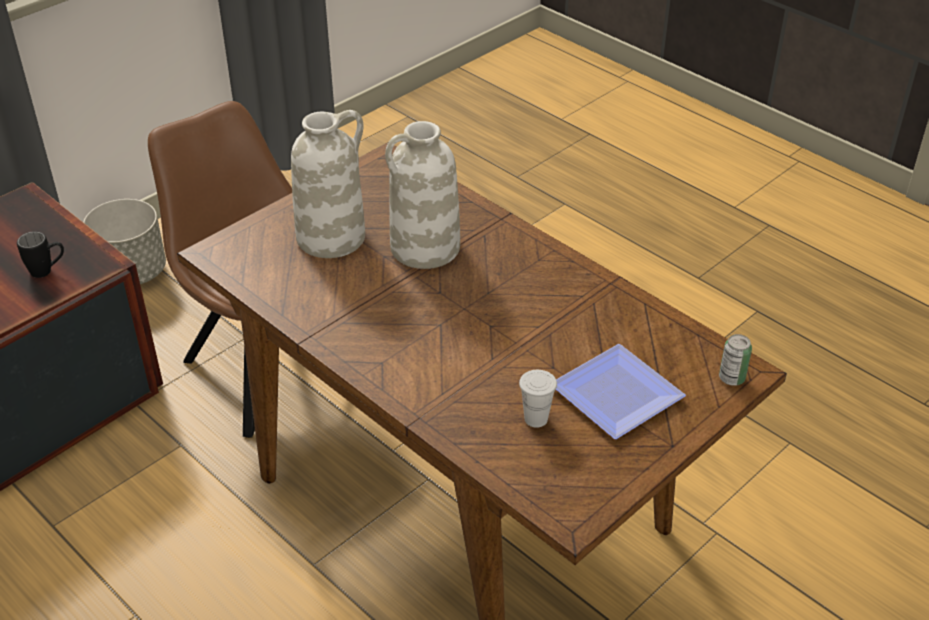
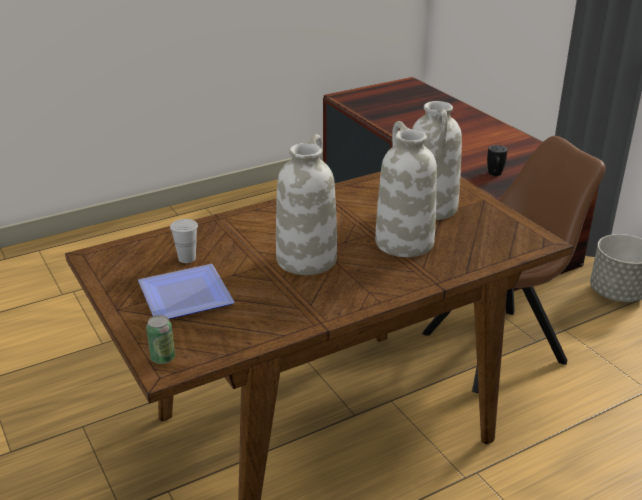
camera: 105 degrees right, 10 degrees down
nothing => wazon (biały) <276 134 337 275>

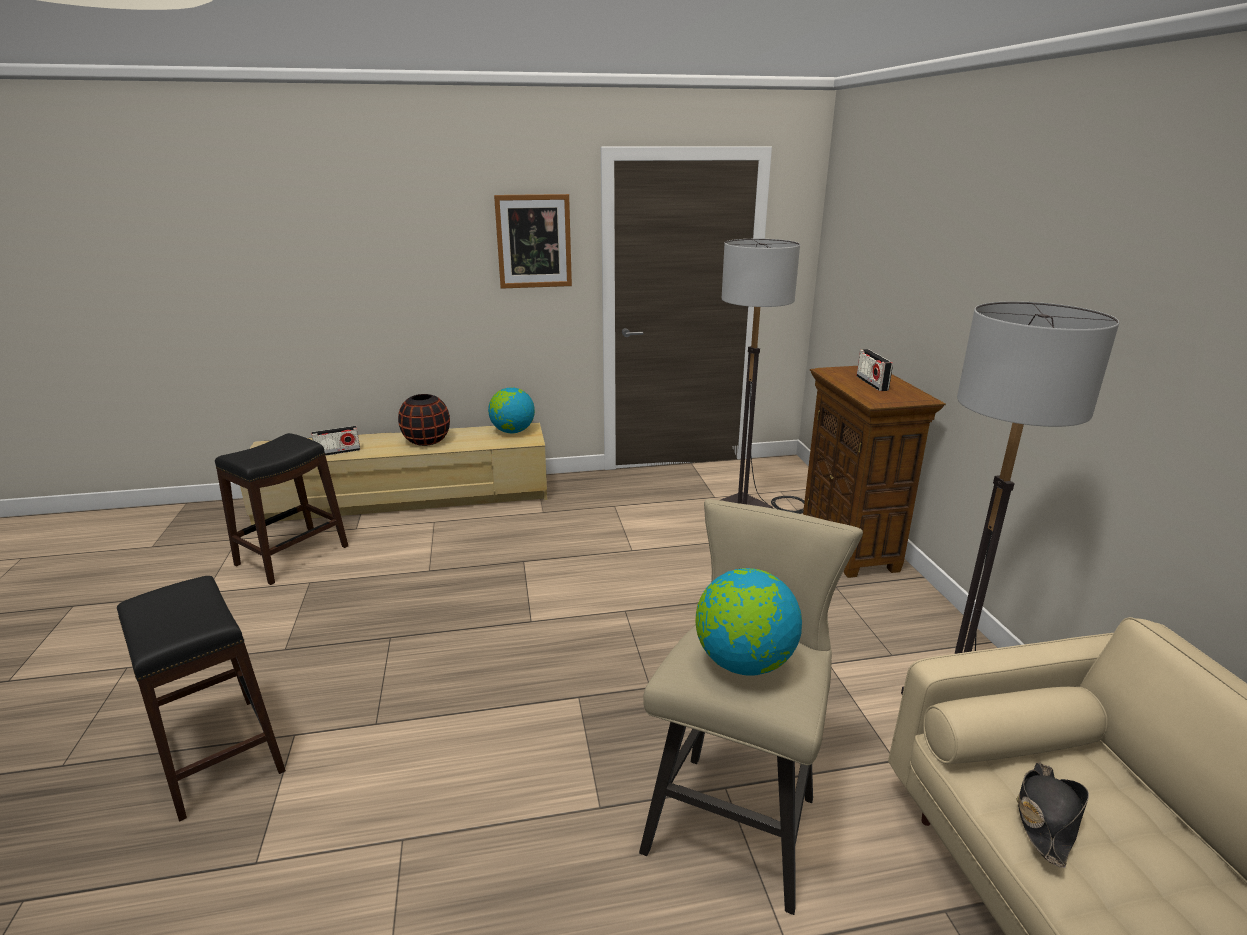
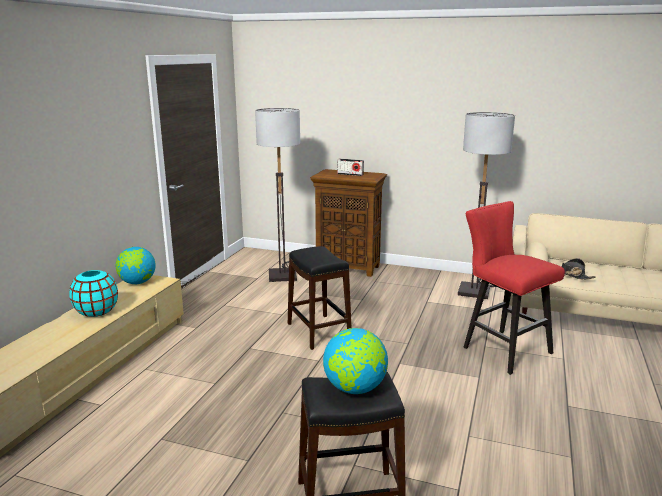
camera: 60 degrees left, 5 degrees down
radio <311 426 360 456> => nothing
obraz <494 194 572 289> => nothing
stołek (czarny) <215 433 348 585> => stołek (czarny) <288 246 352 350>, moved
globus <696 568 802 676> => globus <323 328 388 394>, moved
wazon (czarny) <398 394 450 446> => wazon (turkusowy) <69 270 118 317>
stołek (beżowy) <639 499 863 915> => stołek (czerwony) <464 201 565 375>

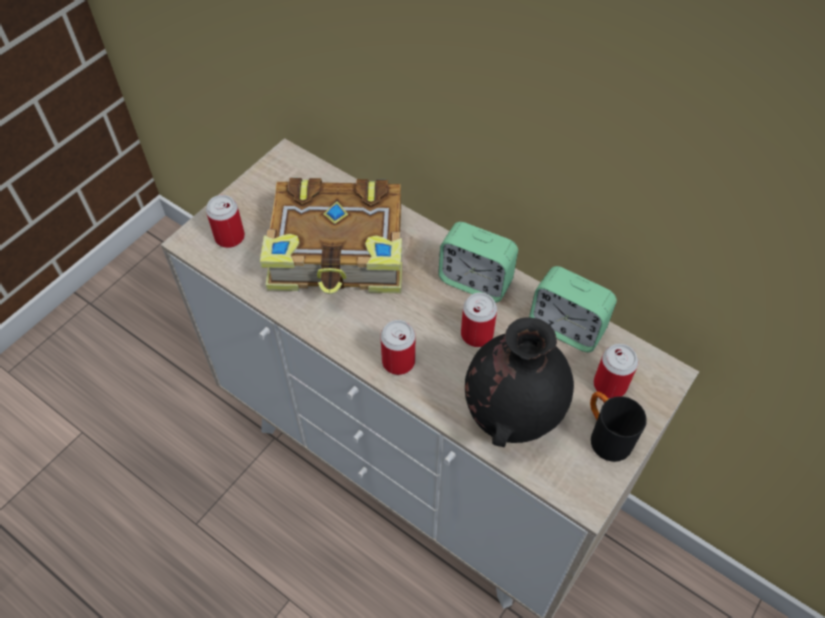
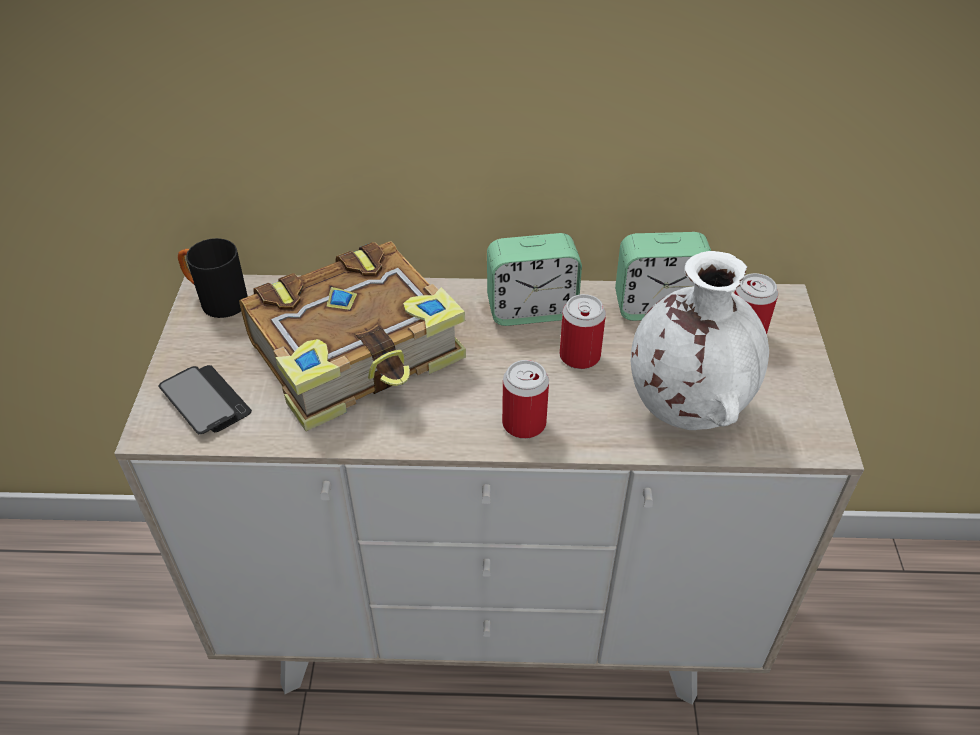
camera: 35 degrees left, 10 degrees down
kubek (czarny) <590 392 647 462> => kubek (czarny) <178 238 248 318>, moved
puszka <206 195 245 248> => telefon <158 365 252 434>
wazon (czarny) <465 317 574 447> => wazon (biały) <631 251 769 430>

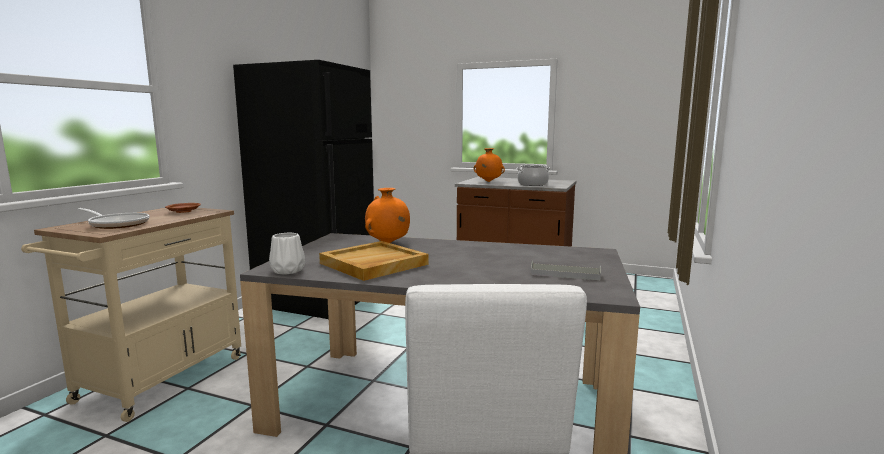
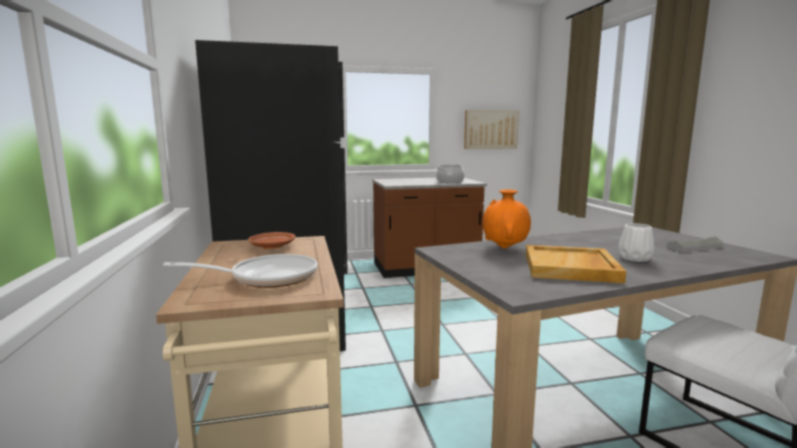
camera: 35 degrees left, 0 degrees up
wazon (pomarańczowy) <473 148 505 182> => nothing
nothing => obraz <464 110 519 149>
wazon (biały) <269 233 305 275> => wazon (biały) <619 223 654 262>, moved

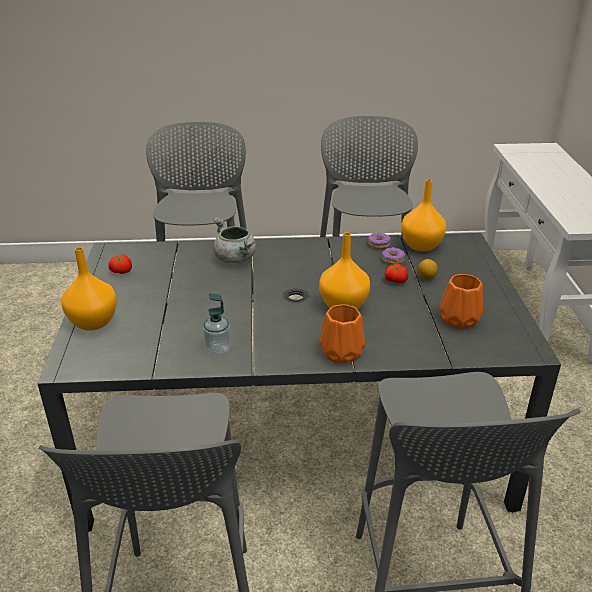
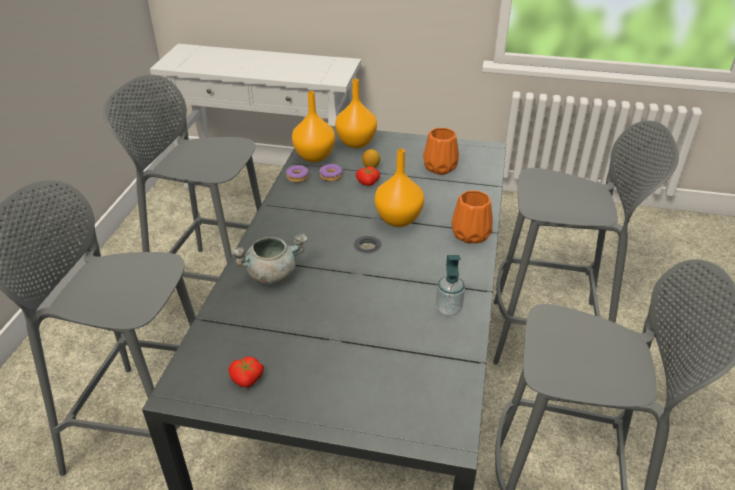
camera: 75 degrees left, 5 degrees up
wazon (pomarańczowy) <62 247 117 331> => wazon (pomarańczowy) <335 79 377 148>, moved

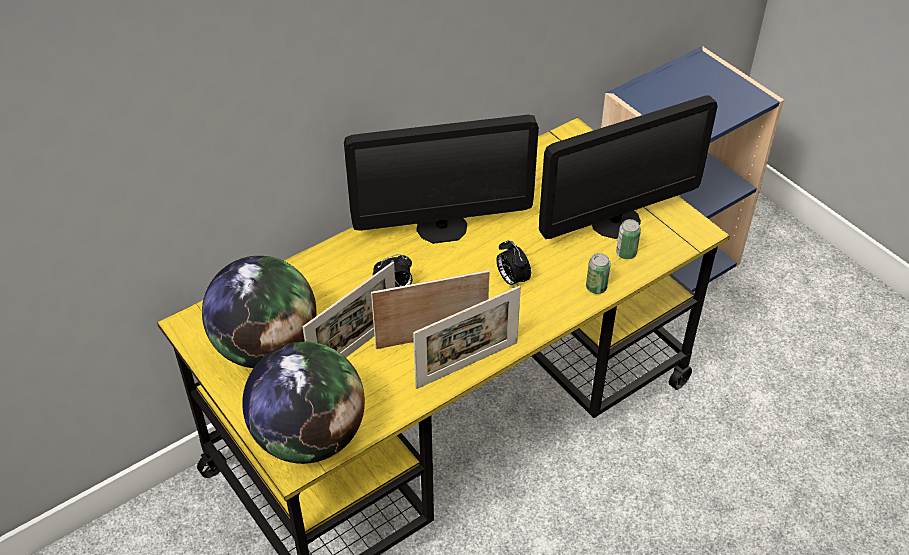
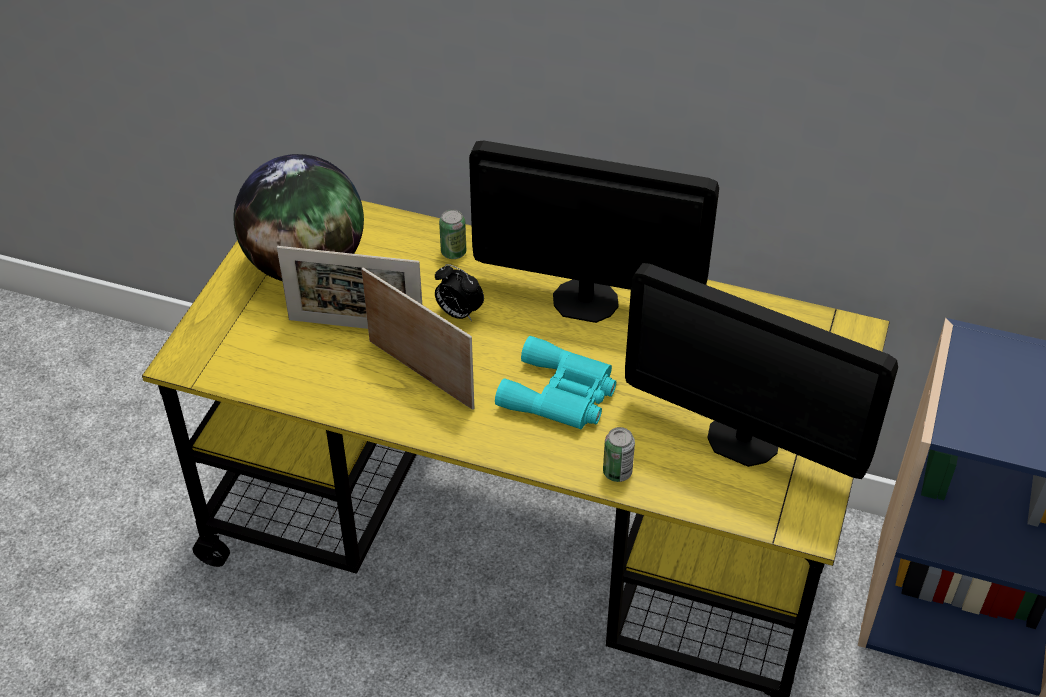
camera: 55 degrees right, 0 degrees up
globus <242 342 365 464> => nothing
ramka na zdjęcie <413 286 521 389> => nothing
puszka <616 219 641 259> => puszka <439 209 466 259>, moved
budzik <496 240 531 287> => lornetka (turkusowy) <495 336 616 429>
monitor <344 115 539 244> => monitor <469 140 719 323>, 150 degrees clockwise

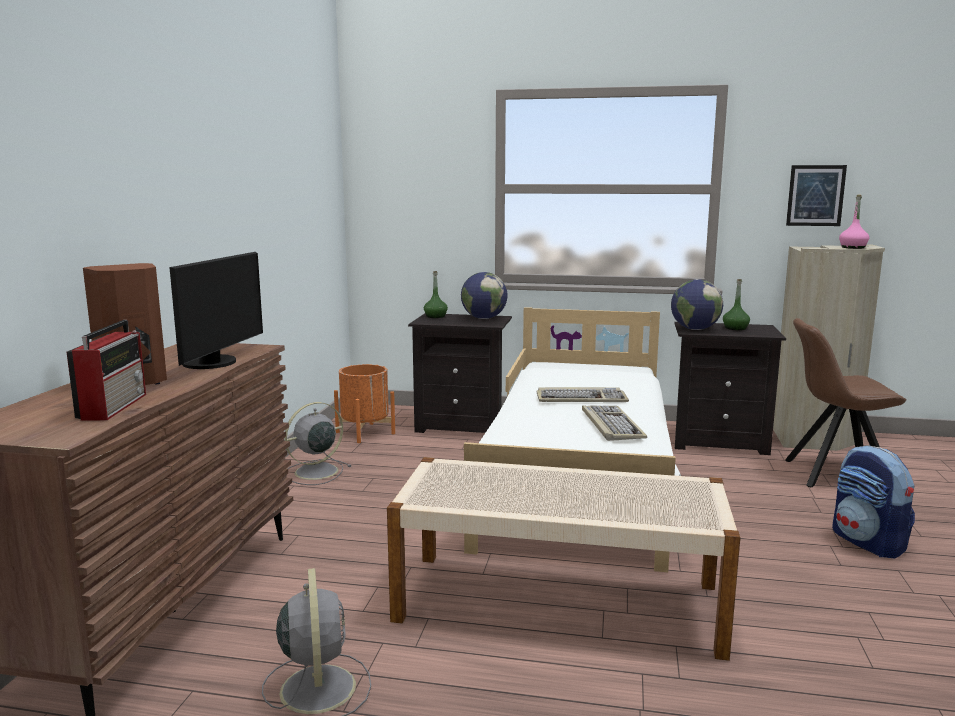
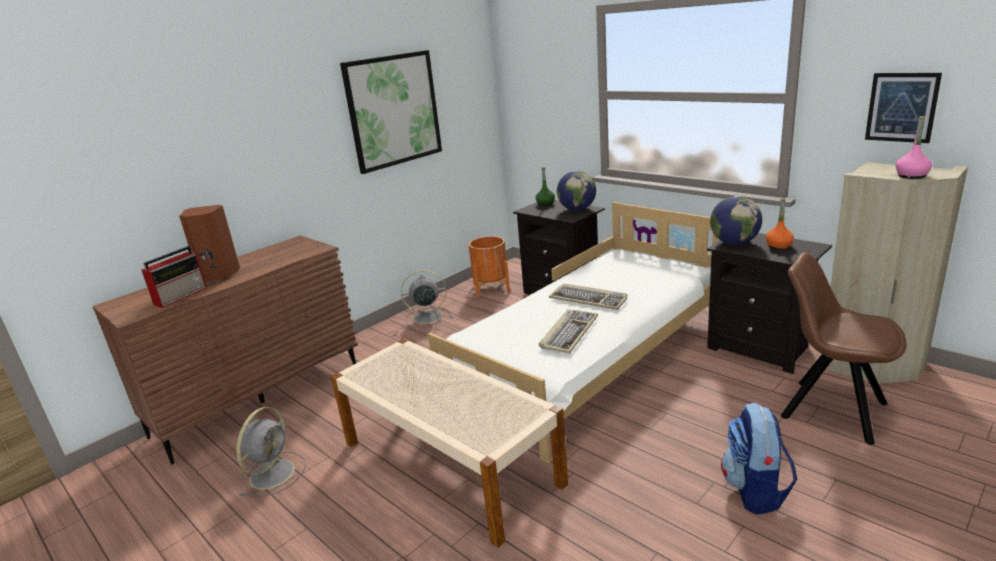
camera: 35 degrees right, 10 degrees up
monitor <169 252 263 369> => nothing
nothing => obraz <340 50 442 174>
butelka (zielony) <723 279 750 330> => butelka (pomarańczowy) <766 199 794 250>

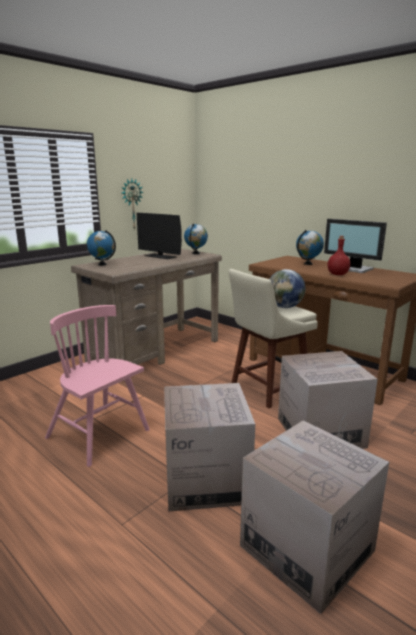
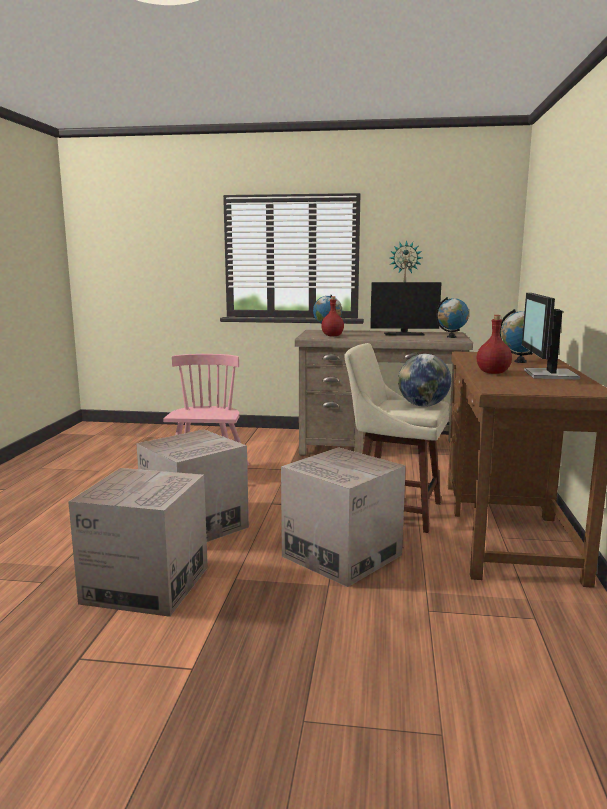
camera: 55 degrees right, 5 degrees down
nothing => butelka (czerwony) <321 296 344 336>
monitor <137 213 182 259> => monitor <371 282 442 336>, 90 degrees counterclockwise

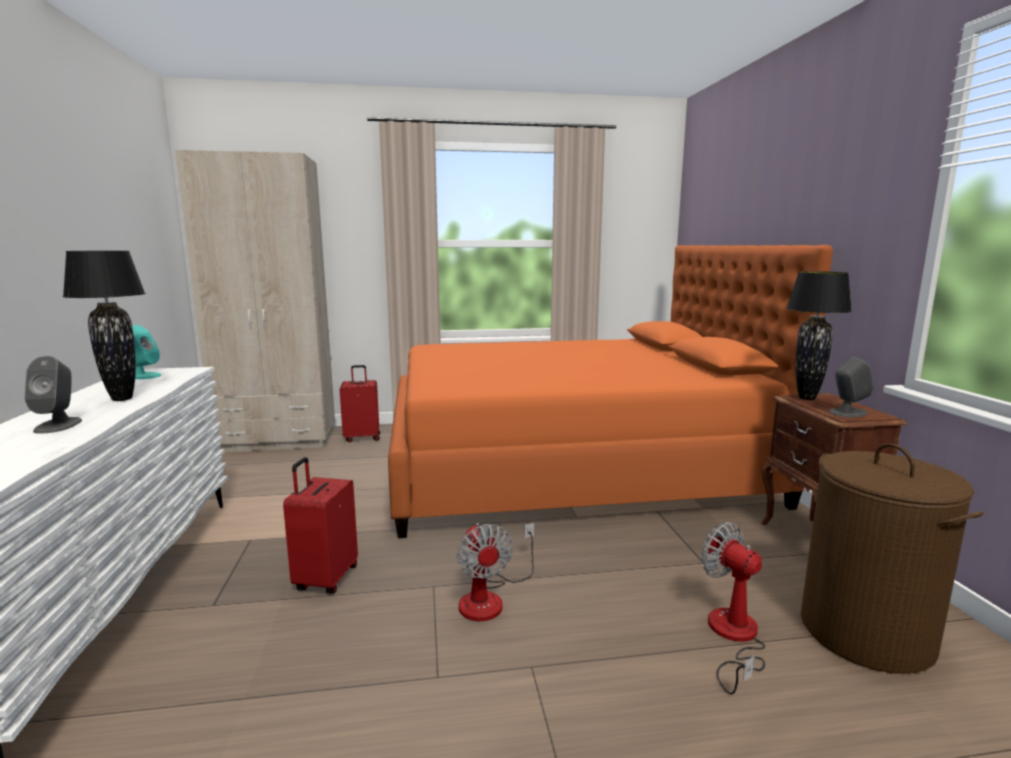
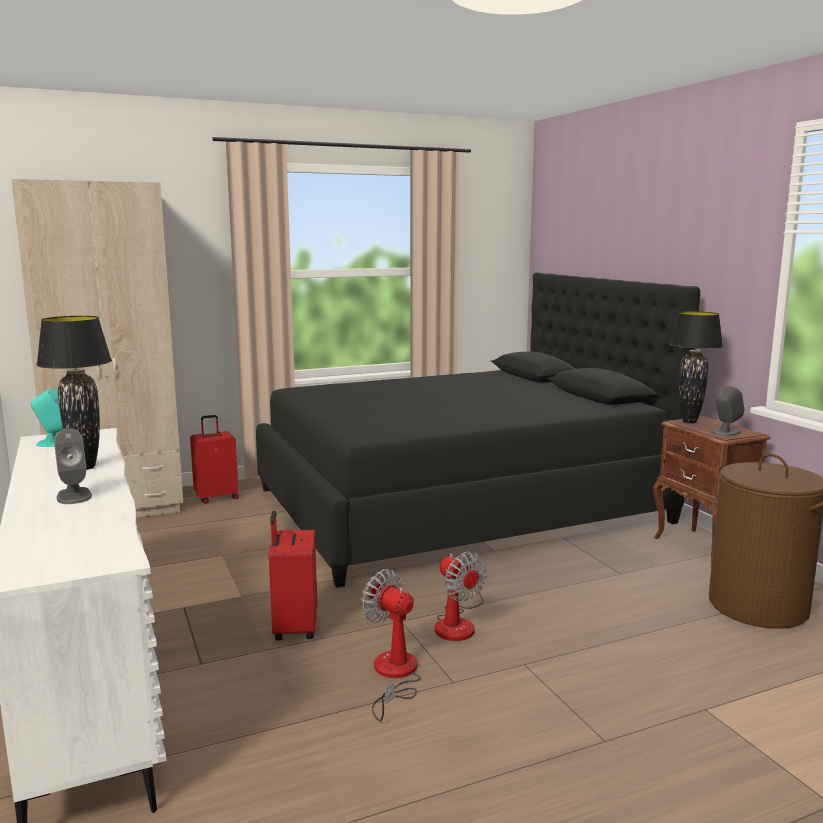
camera: 15 degrees left, 0 degrees up
wentylator <701 522 765 695> => wentylator <361 569 421 721>, moved
łóżko (pomarańczowy) <388 245 833 538> => łóżko (czarny) <256 272 700 588>

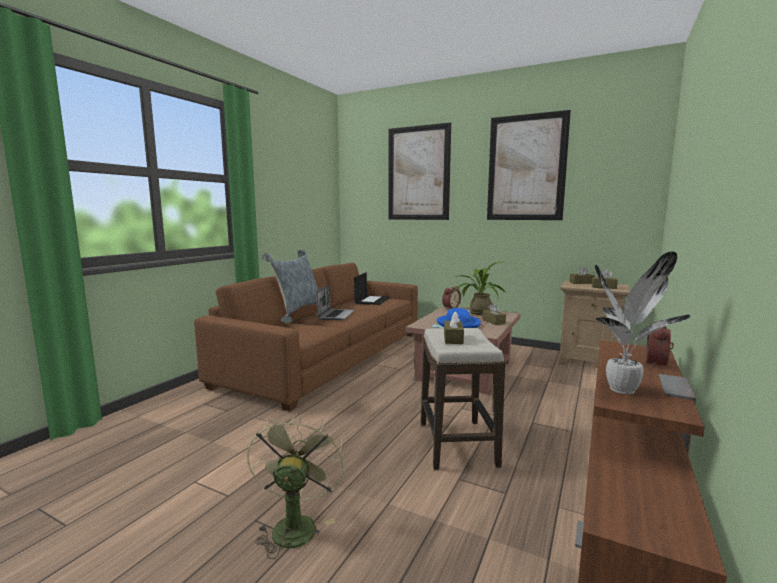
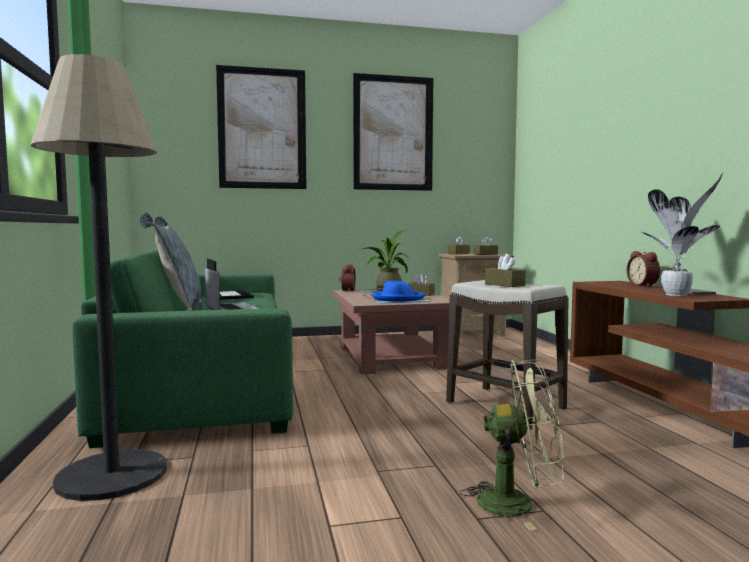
camera: 40 degrees left, 5 degrees down
nothing => lampa stojąca <30 54 167 501>
kanapa (brązowy) <194 263 418 411> => kanapa (zielony) <72 250 293 448>
wentylator (zielony) <247 412 344 559> => wentylator (zielony) <460 359 564 530>, 135 degrees clockwise

